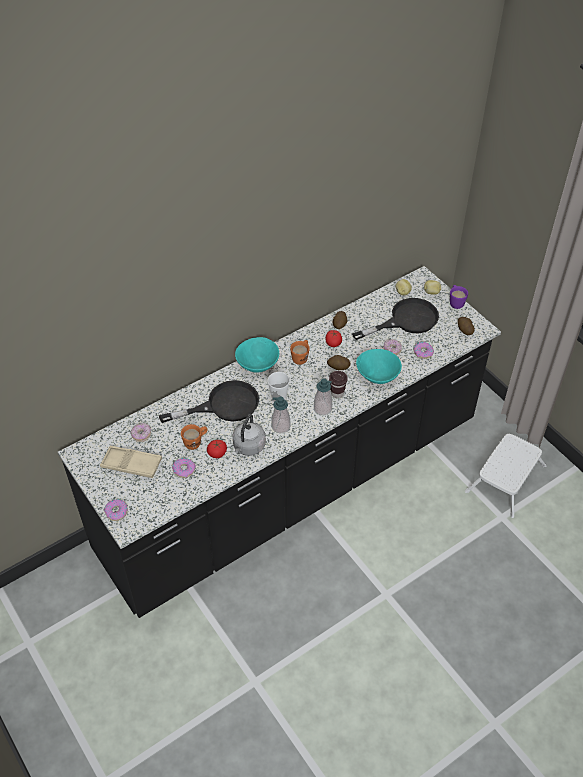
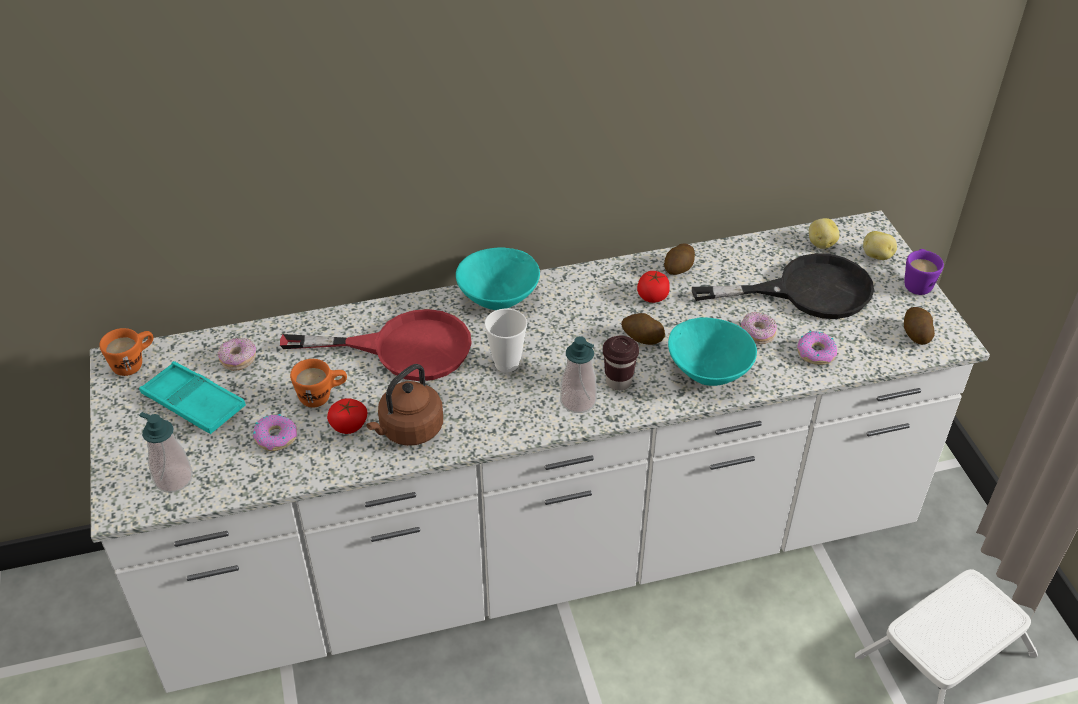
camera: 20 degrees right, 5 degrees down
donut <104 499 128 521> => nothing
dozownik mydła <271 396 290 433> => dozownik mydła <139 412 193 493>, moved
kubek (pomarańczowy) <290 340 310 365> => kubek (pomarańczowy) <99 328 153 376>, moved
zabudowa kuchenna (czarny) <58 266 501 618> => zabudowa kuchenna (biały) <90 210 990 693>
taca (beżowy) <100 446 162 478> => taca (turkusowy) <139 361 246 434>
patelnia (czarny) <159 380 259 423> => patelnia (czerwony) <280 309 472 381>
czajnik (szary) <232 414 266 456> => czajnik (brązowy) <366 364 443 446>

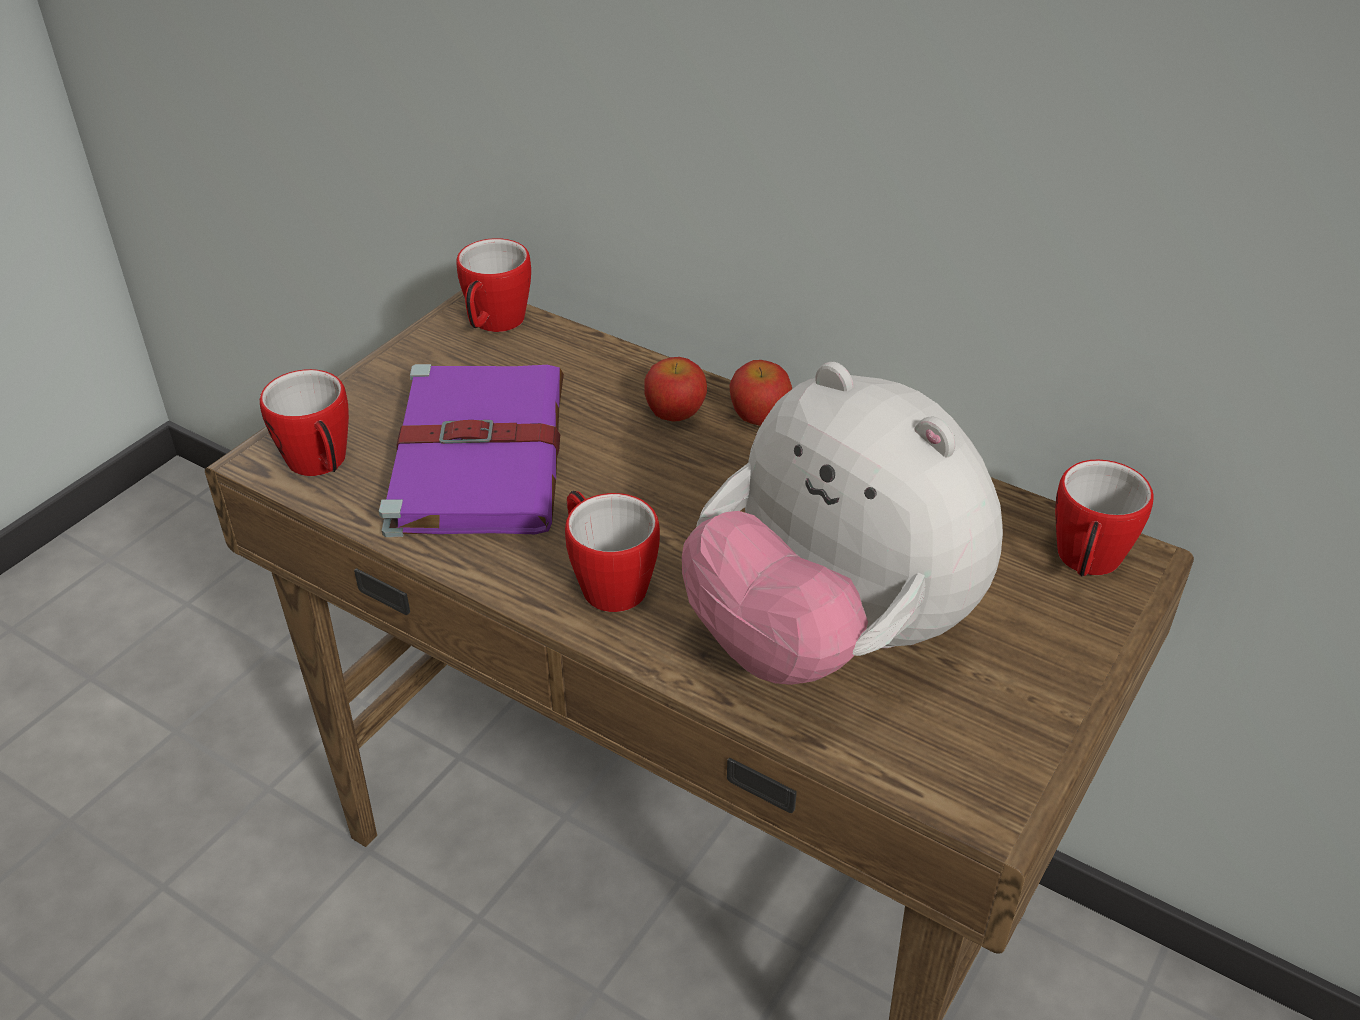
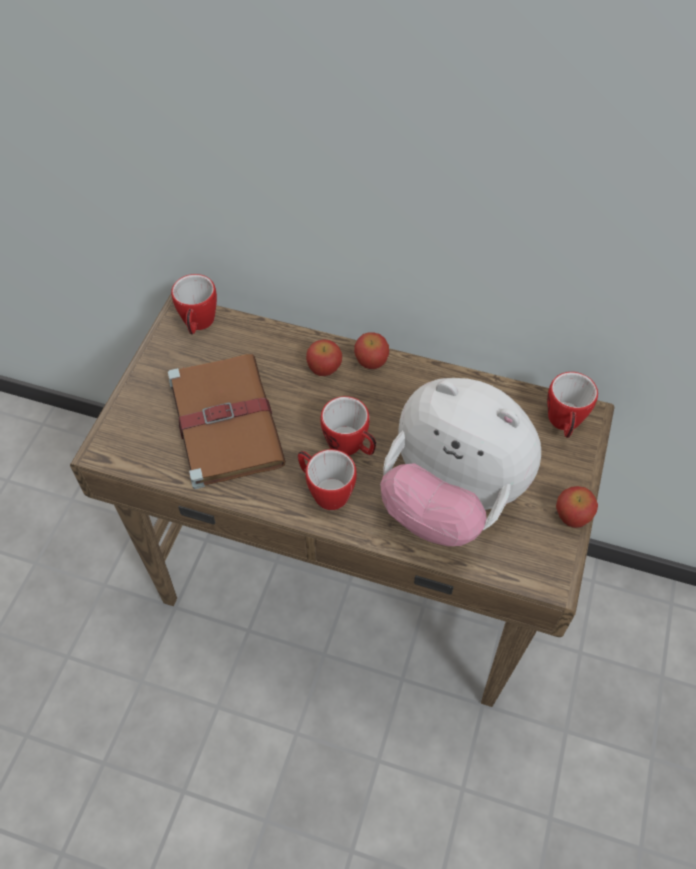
camera: 15 degrees left, 15 degrees up
nothing => jabłko <556 486 598 528>
kubek <260 369 349 476> => kubek <320 396 376 455>, moved
książka (fioletowy) <379 364 564 537> => książka (brązowy) <168 354 286 489>

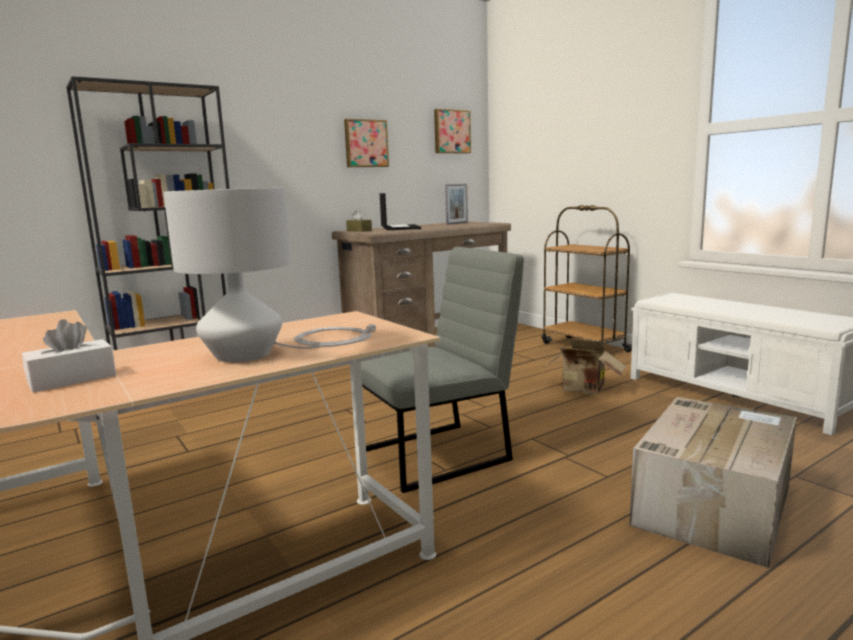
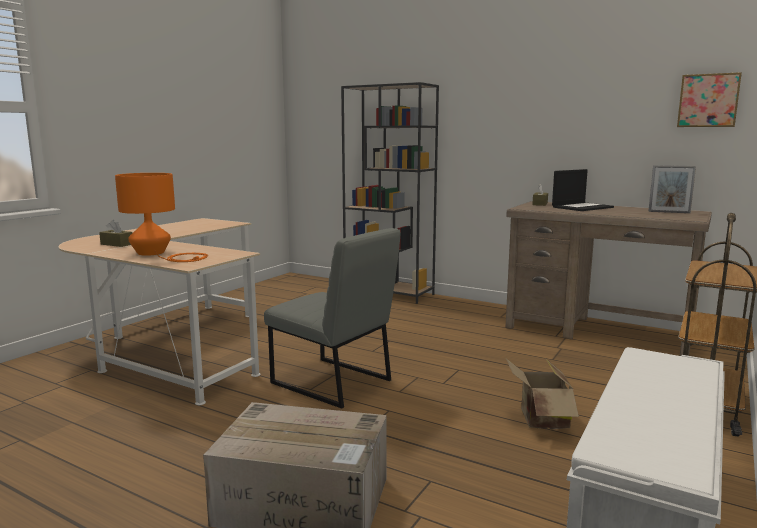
camera: 65 degrees right, 0 degrees up
obraz <344 119 389 167> => nothing
pudełko chusteczek (biały) <22 319 116 393> => pudełko chusteczek (brązowy) <99 220 132 247>
lampa stołowa (biały) <164 188 376 362> => lampa stołowa (pomarańczowy) <115 173 208 262>

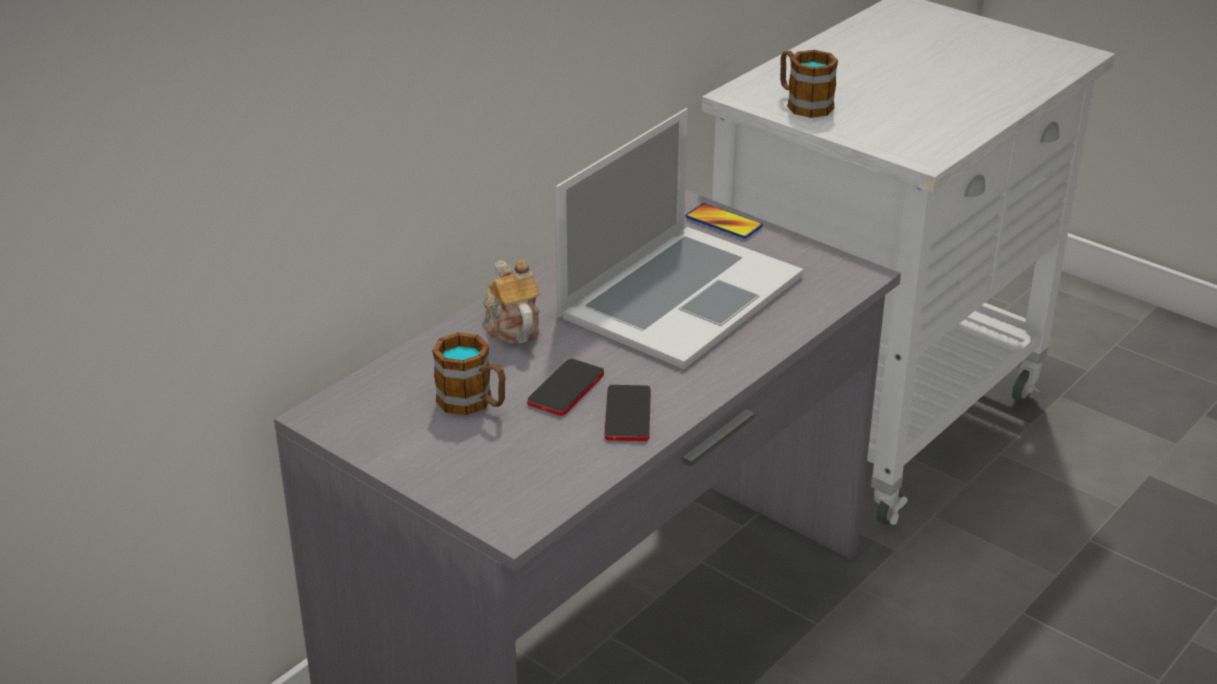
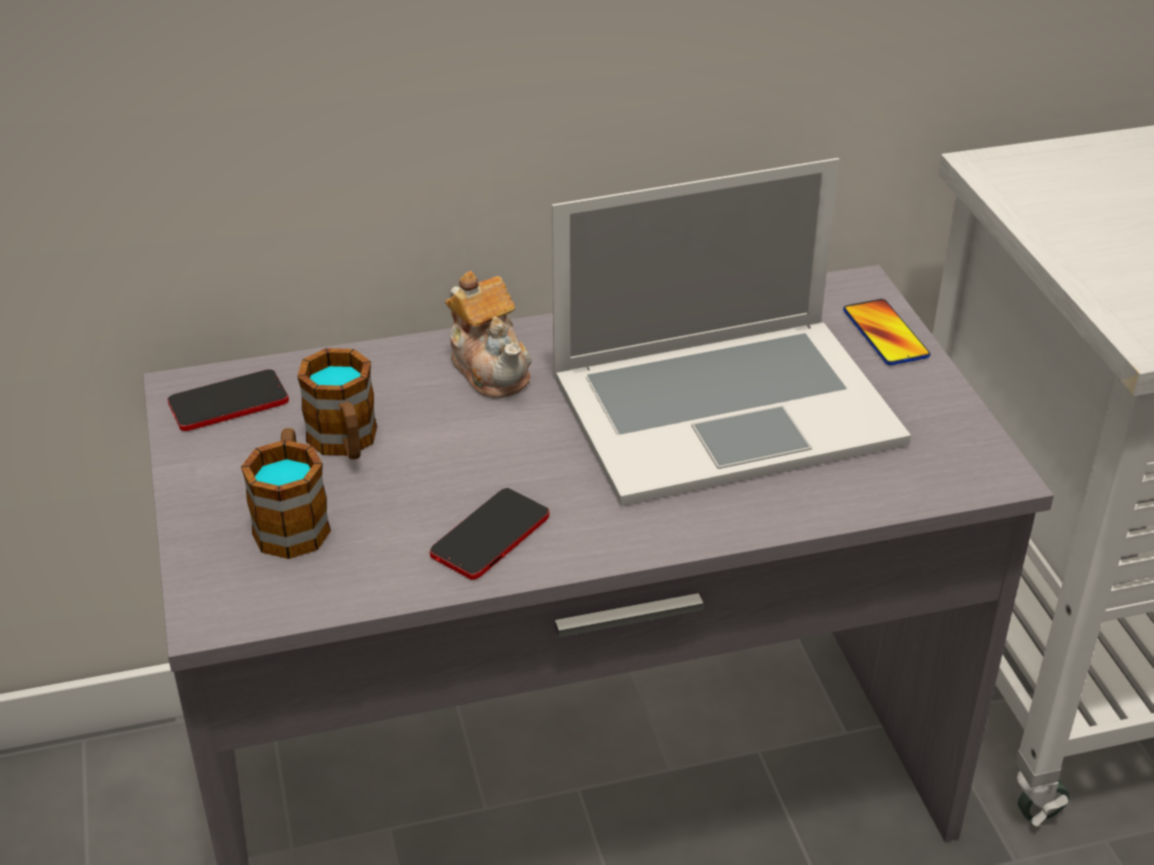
camera: 35 degrees right, 5 degrees up
telefon <527 358 604 416> => telefon <168 369 289 431>, moved
kubek <780 50 838 118> => kubek <241 428 331 559>, moved
imbryk <483 260 540 344> => imbryk <445 271 532 399>, 135 degrees clockwise

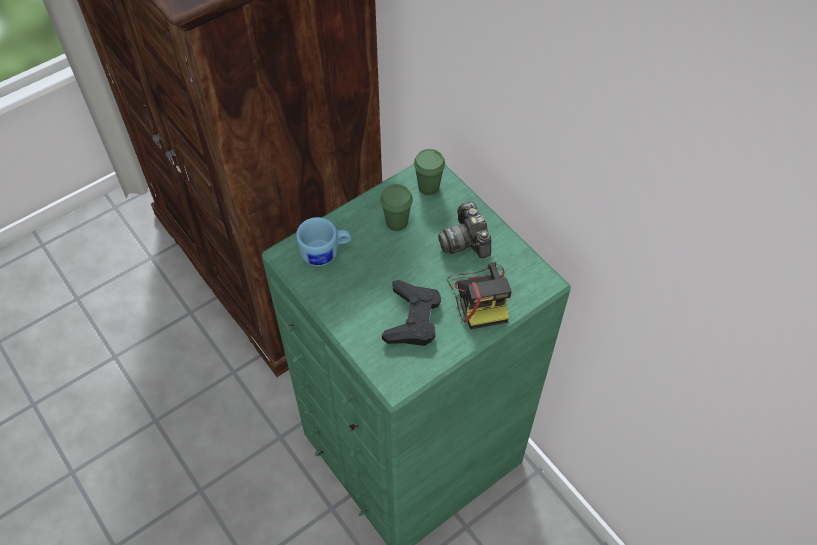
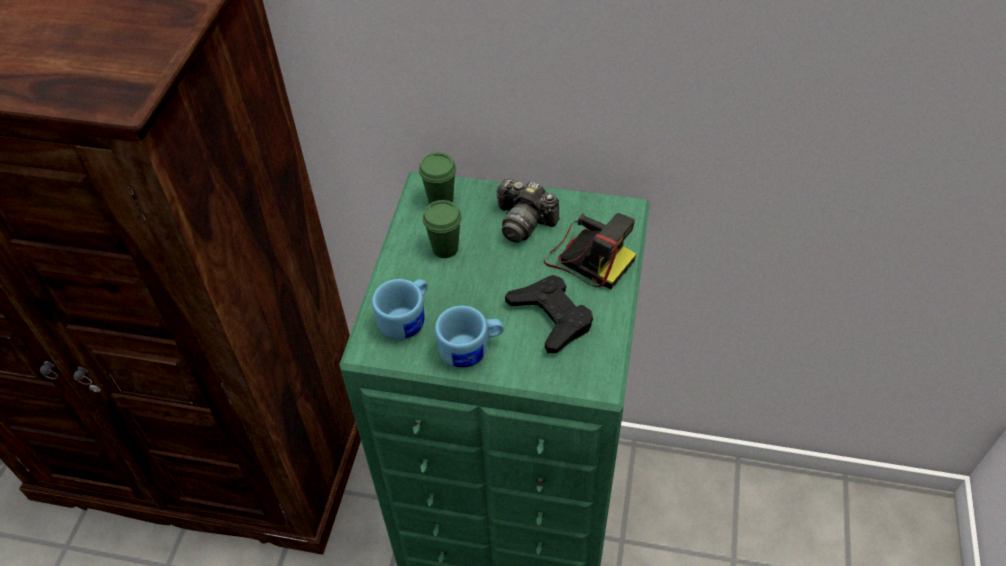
camera: 40 degrees left, 5 degrees down
nothing => kubek (niebieski) <435 306 504 369>

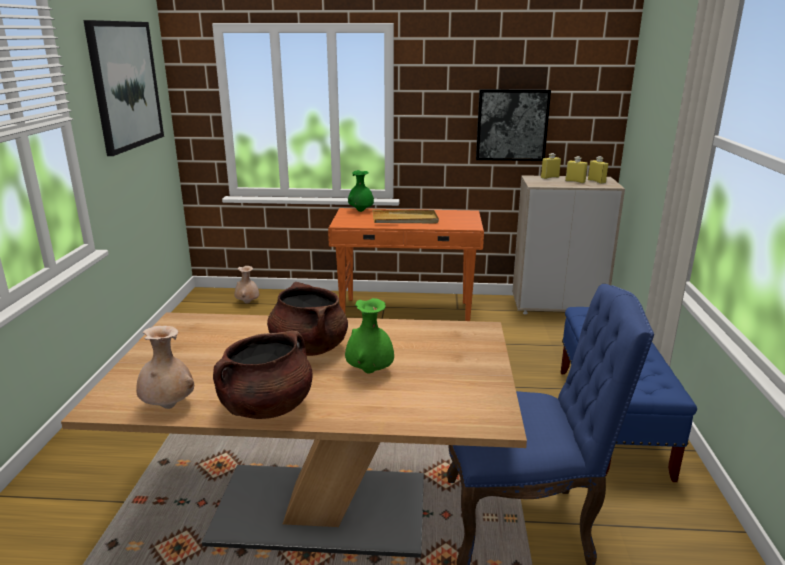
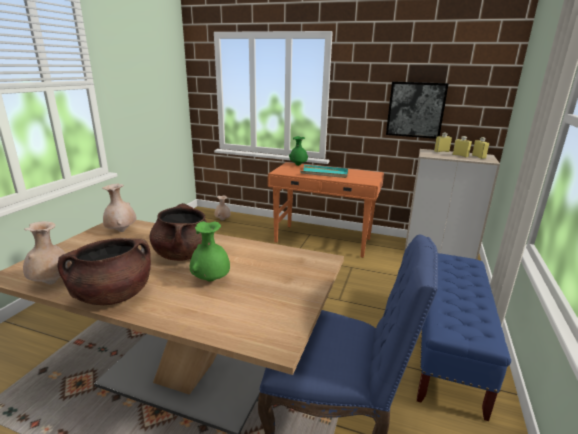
camera: 15 degrees right, 0 degrees up
obraz <83 20 164 156> => nothing
nothing => wazon (beżowy) <102 184 136 232>
taca (beżowy) <373 210 439 223> => taca (turkusowy) <300 165 348 178>

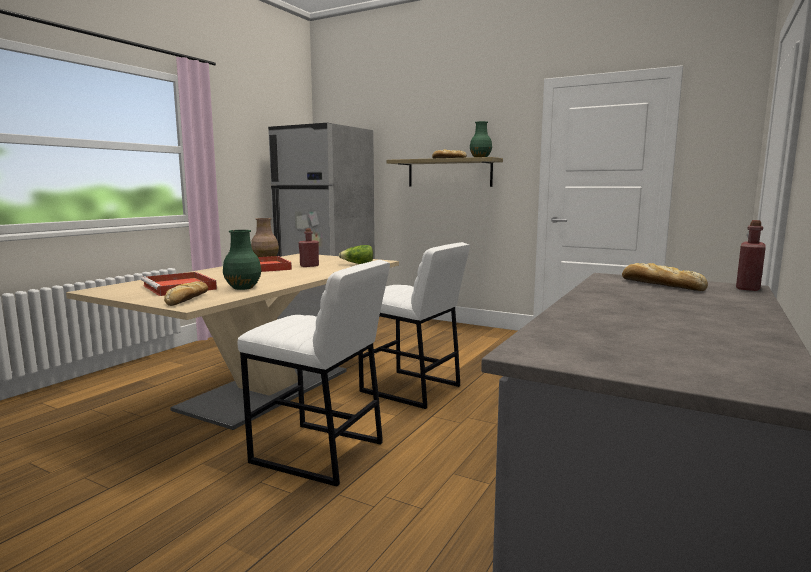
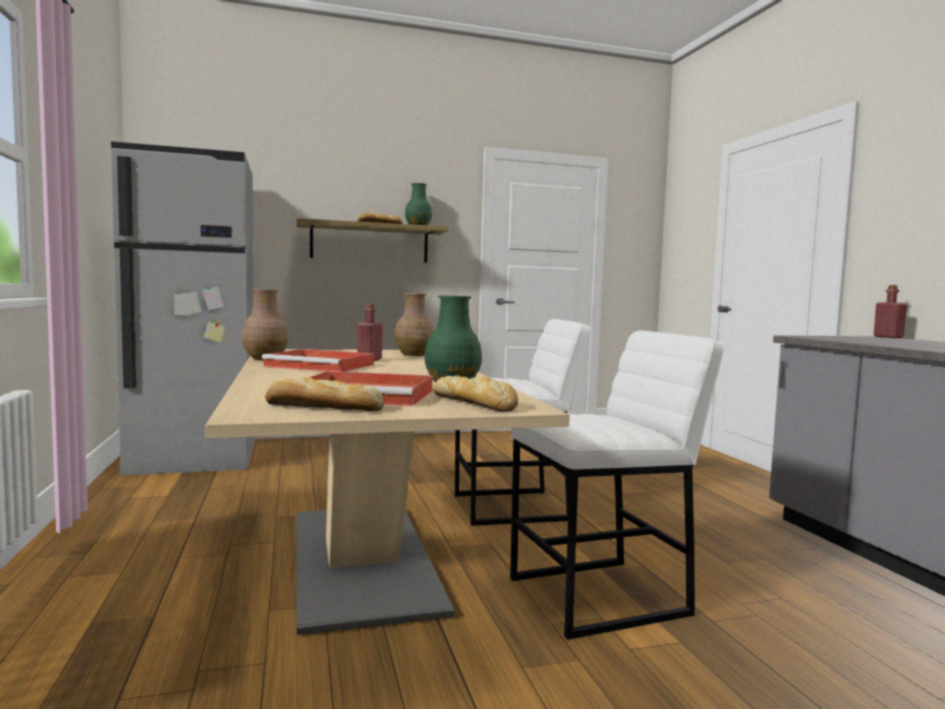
camera: 45 degrees left, 5 degrees down
chleb <622 263 708 291> => chleb <265 377 384 411>, moved
sałata <339 245 373 264> => wazon (brązowy) <394 293 434 356>

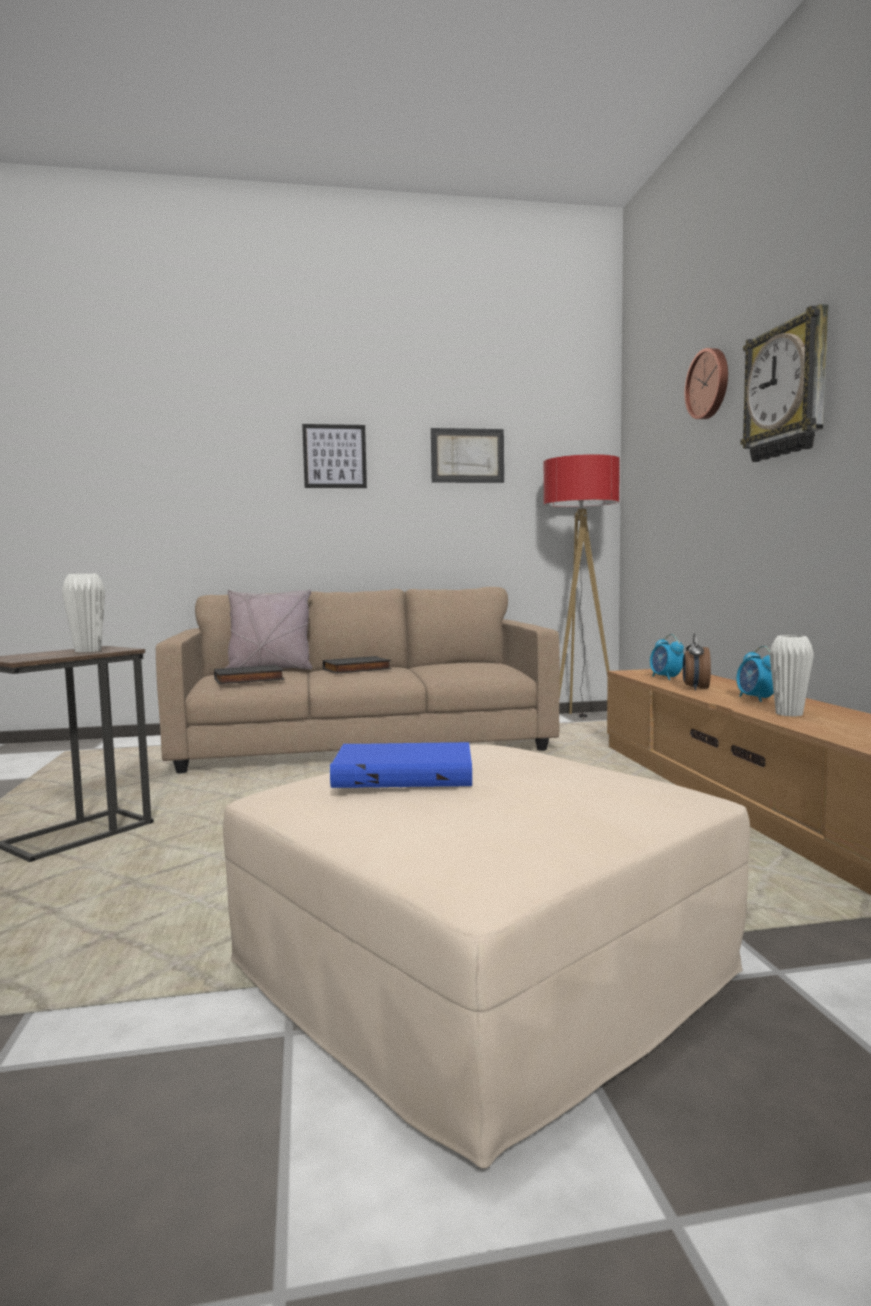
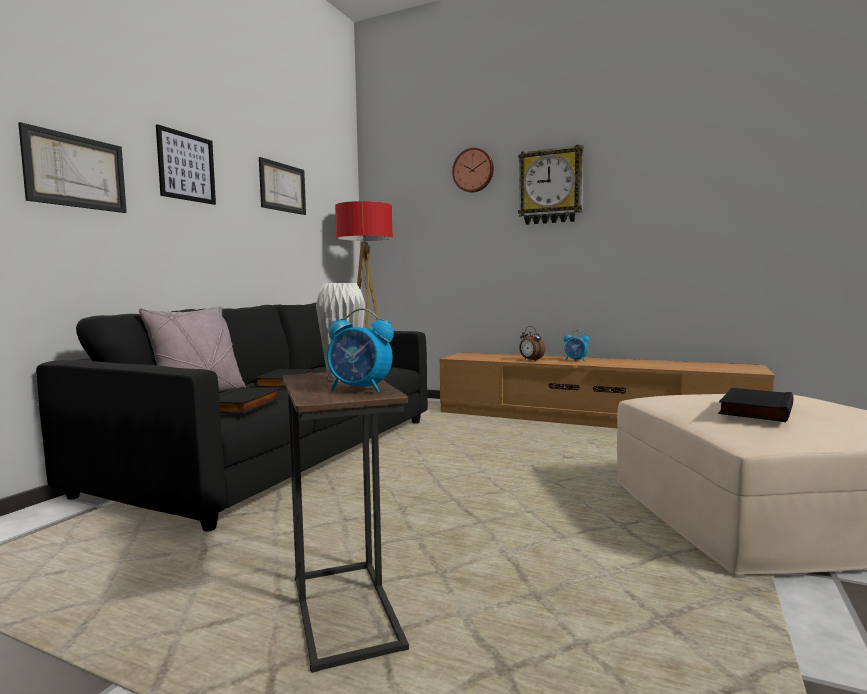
camera: 55 degrees left, 0 degrees up
wazon (biały) <769 635 814 716> => nothing
nothing => obraz <18 122 127 213>
budzik <650 634 684 680> => budzik <327 308 394 393>, moved
kanapa (beżowy) <156 587 560 773> => kanapa (czarny) <36 302 428 531>
książka (niebieski) <330 742 472 788> => książka (czarny) <718 388 794 422>

